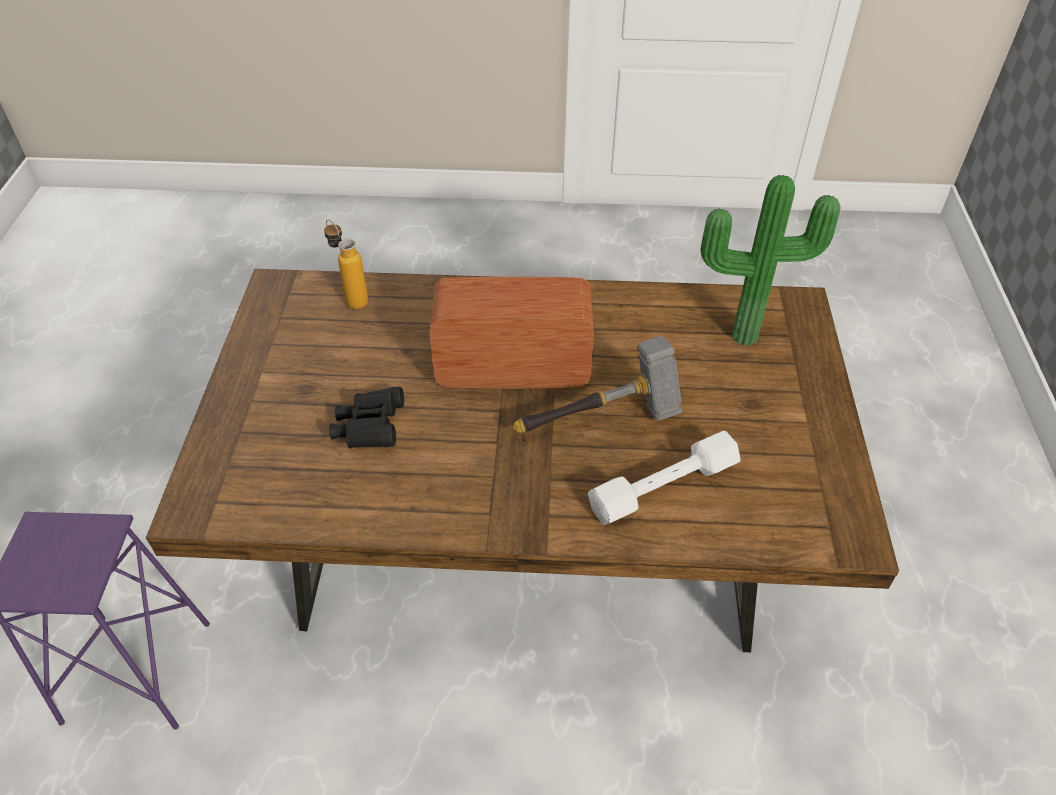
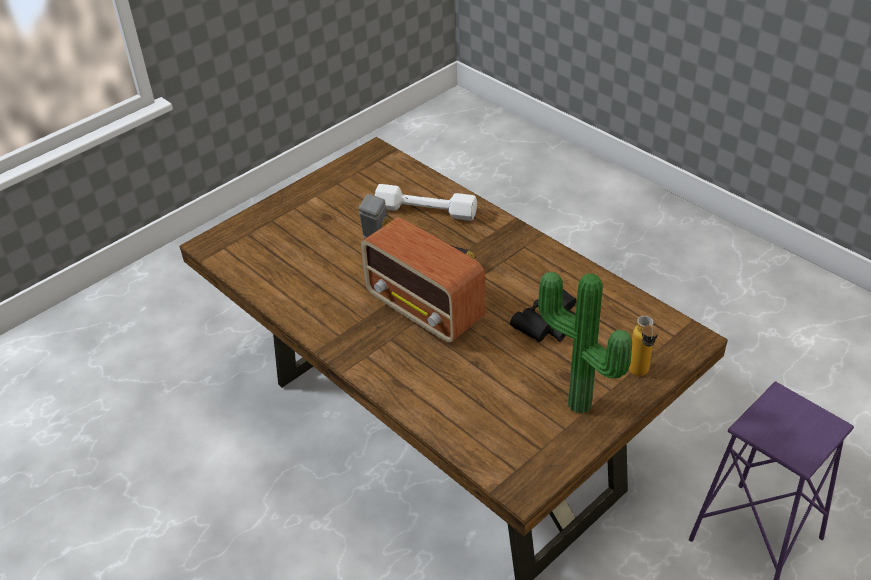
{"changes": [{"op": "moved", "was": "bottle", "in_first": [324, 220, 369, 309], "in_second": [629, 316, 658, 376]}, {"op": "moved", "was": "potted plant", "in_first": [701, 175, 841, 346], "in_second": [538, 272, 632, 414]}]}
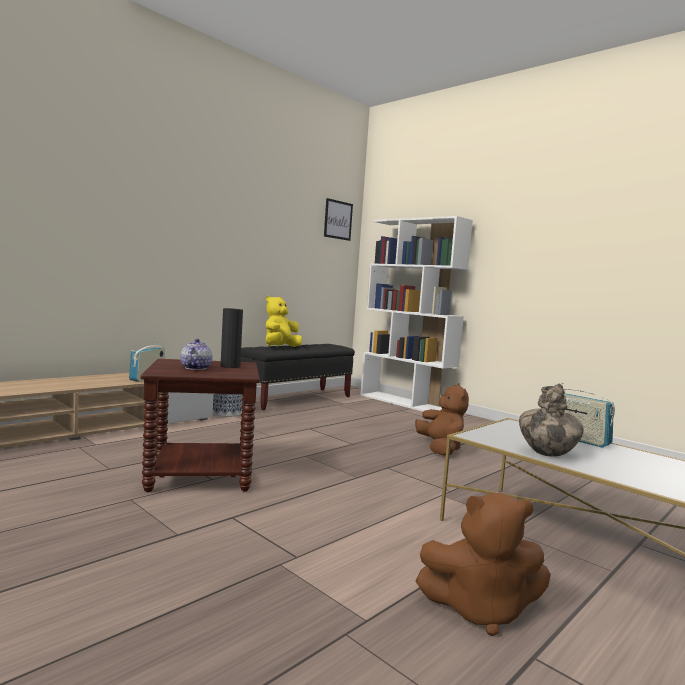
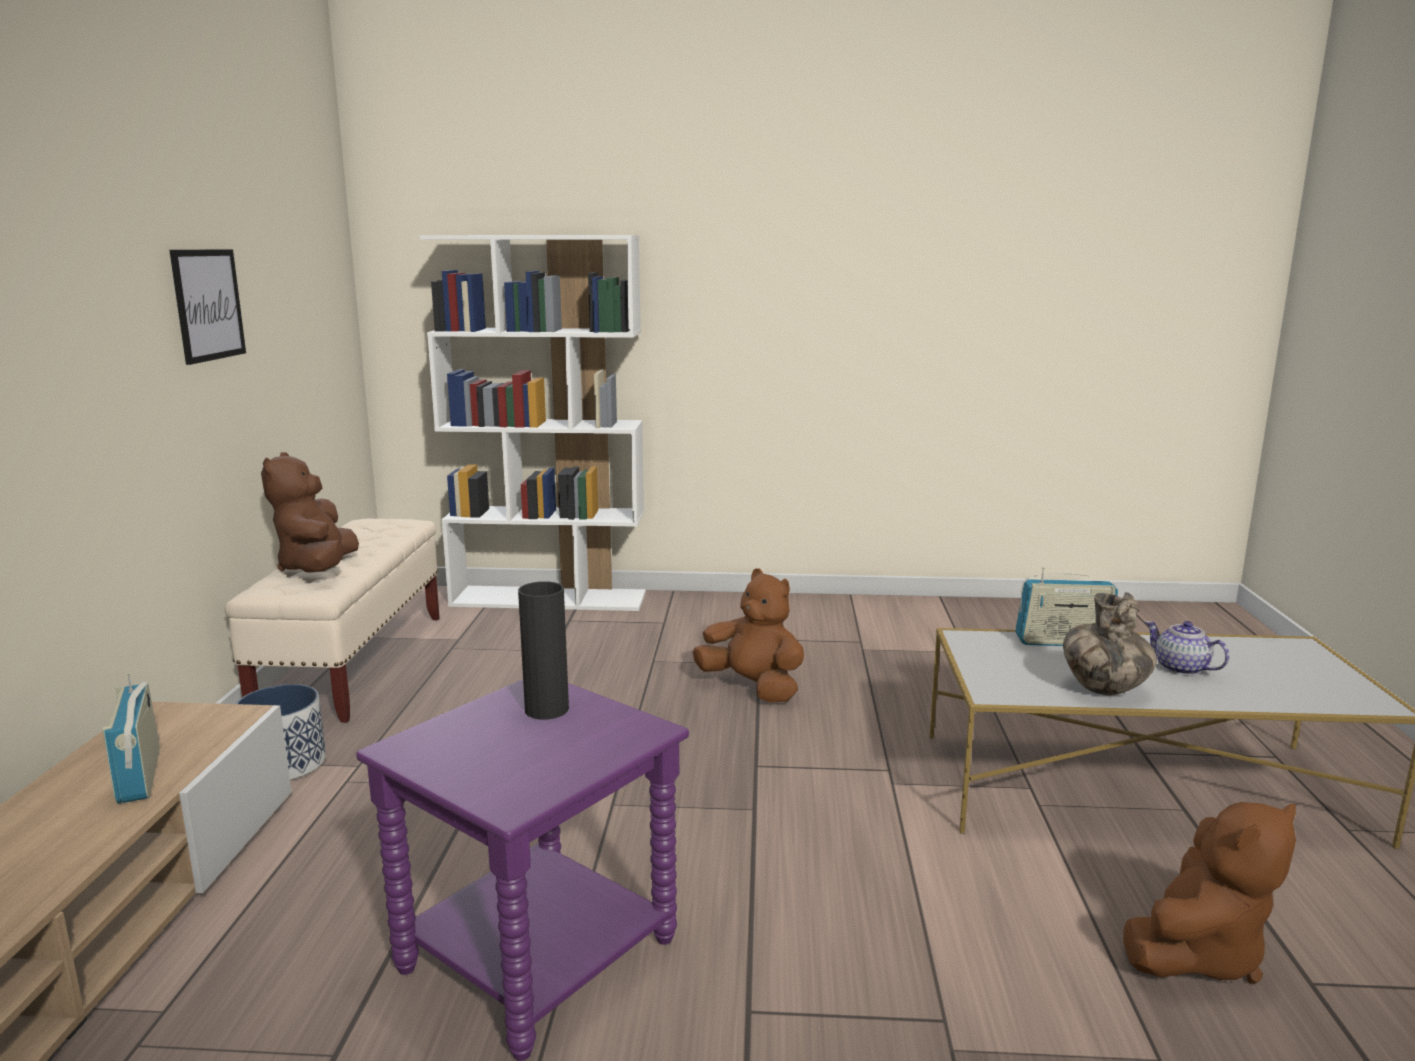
{"changes": [{"op": "moved", "was": "teapot", "in_first": [180, 339, 212, 370], "in_second": [1145, 621, 1230, 675]}, {"op": "moved", "was": "picture", "in_first": [324, 198, 353, 241], "in_second": [169, 249, 246, 365]}, {"op": "recoloured", "was": "brown side table", "now": "purple side table", "in_first": [141, 359, 260, 492], "in_second": [356, 679, 689, 1061]}, {"op": "recoloured", "was": "black bench", "now": "beige bench", "in_first": [241, 344, 355, 410], "in_second": [225, 519, 440, 723]}, {"op": "recoloured", "was": "yellow plush toy", "now": "brown plush toy", "in_first": [265, 296, 302, 347], "in_second": [261, 452, 359, 573]}]}
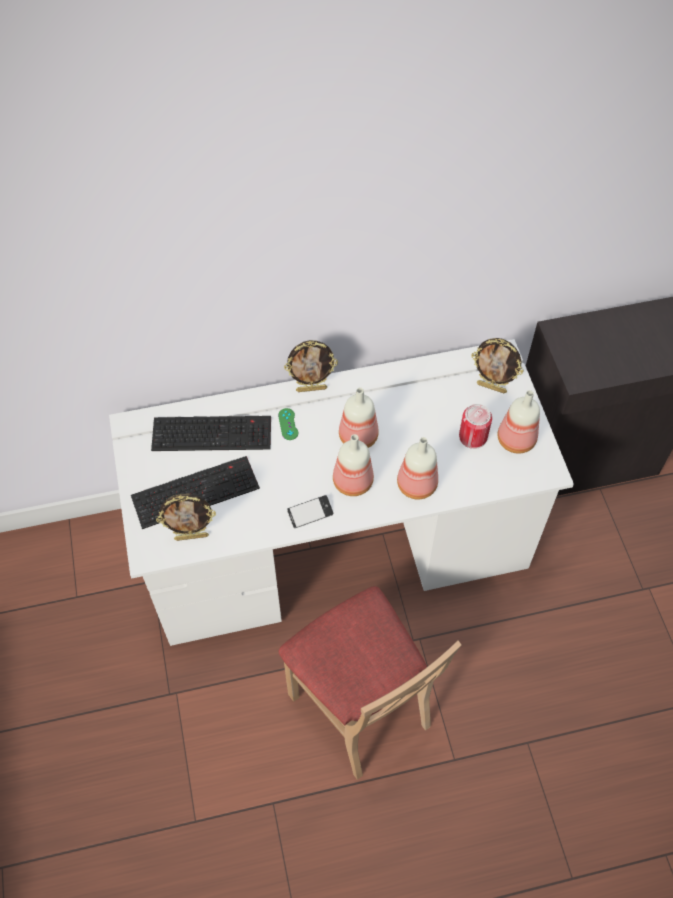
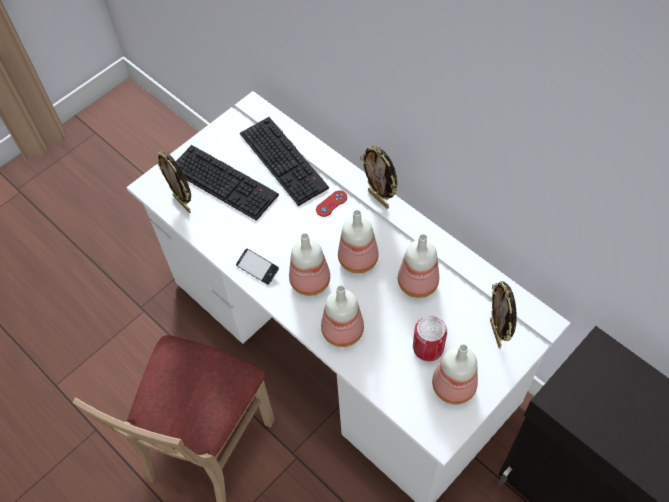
{"changes": [{"op": "added", "now": "bottle", "in_second": [398, 234, 439, 298]}, {"op": "recoloured", "was": "green game controller", "now": "red game controller", "in_first": [278, 408, 298, 440], "in_second": [316, 190, 347, 217]}]}
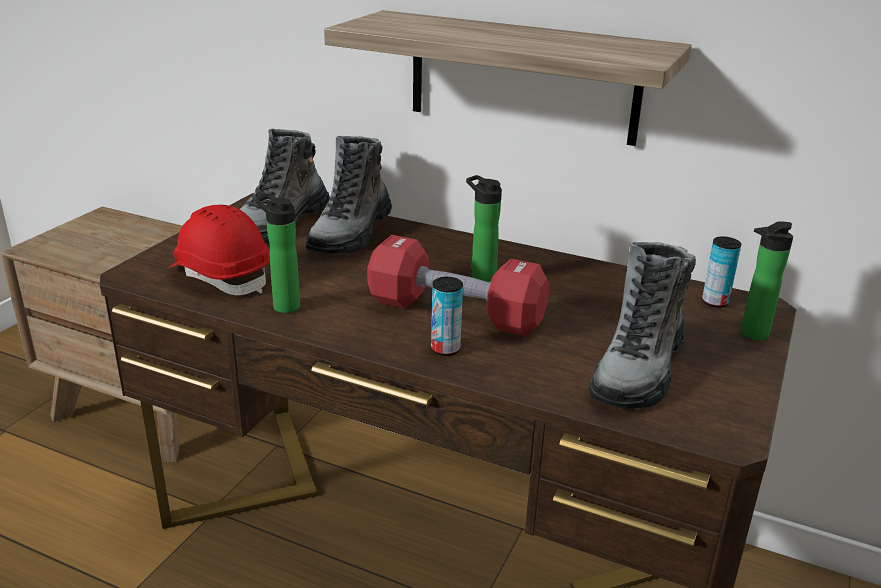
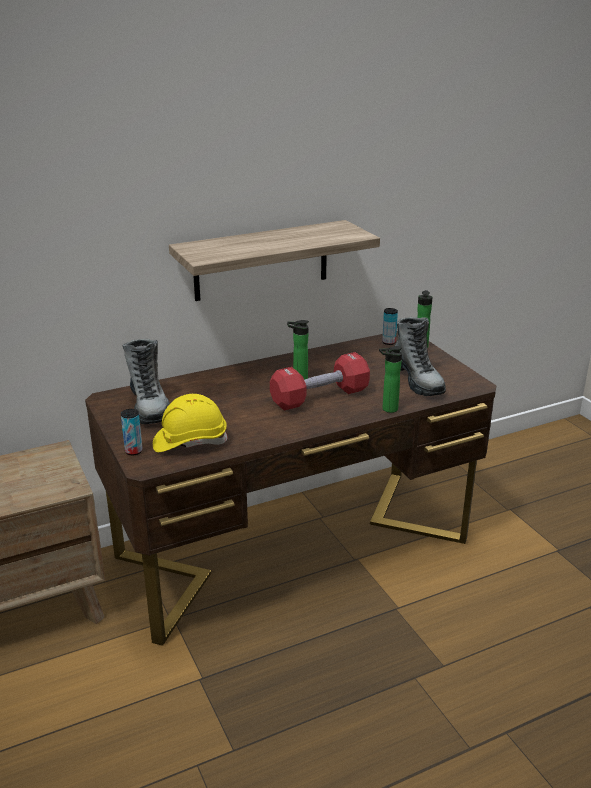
{"changes": [{"op": "removed", "was": "boot", "in_first": [306, 136, 392, 254]}, {"op": "moved", "was": "bottle", "in_first": [255, 194, 300, 313], "in_second": [379, 346, 402, 413]}, {"op": "moved", "was": "can", "in_first": [431, 277, 463, 356], "in_second": [121, 409, 143, 455]}, {"op": "recoloured", "was": "red hard hat", "now": "yellow hard hat", "in_first": [169, 205, 270, 295], "in_second": [153, 394, 228, 452]}]}
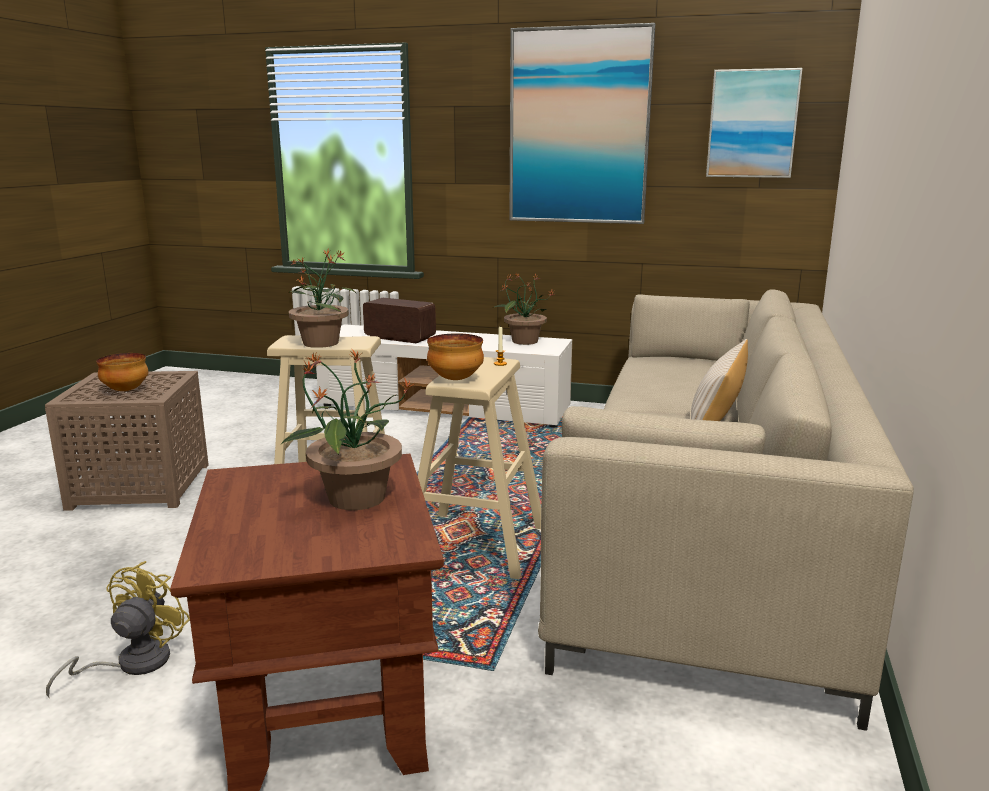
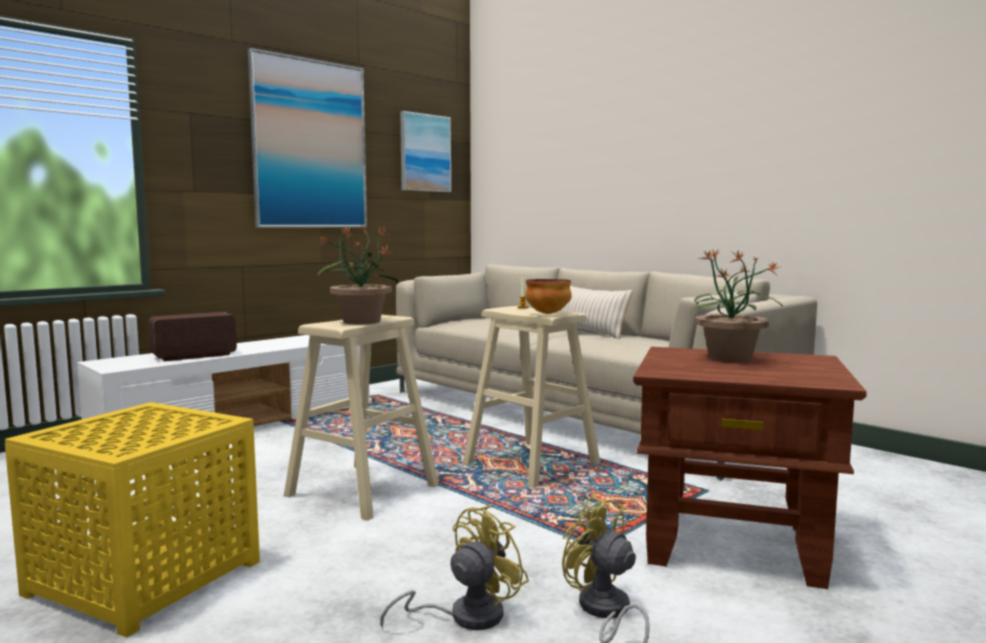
{"changes": [{"op": "removed", "was": "bowl", "in_first": [96, 353, 148, 391]}, {"op": "removed", "was": "potted plant", "in_first": [493, 272, 554, 345]}, {"op": "added", "now": "yellow fan", "in_second": [380, 505, 529, 630]}, {"op": "recoloured", "was": "brown side table", "now": "yellow side table", "in_first": [45, 371, 209, 511], "in_second": [5, 402, 260, 638]}]}
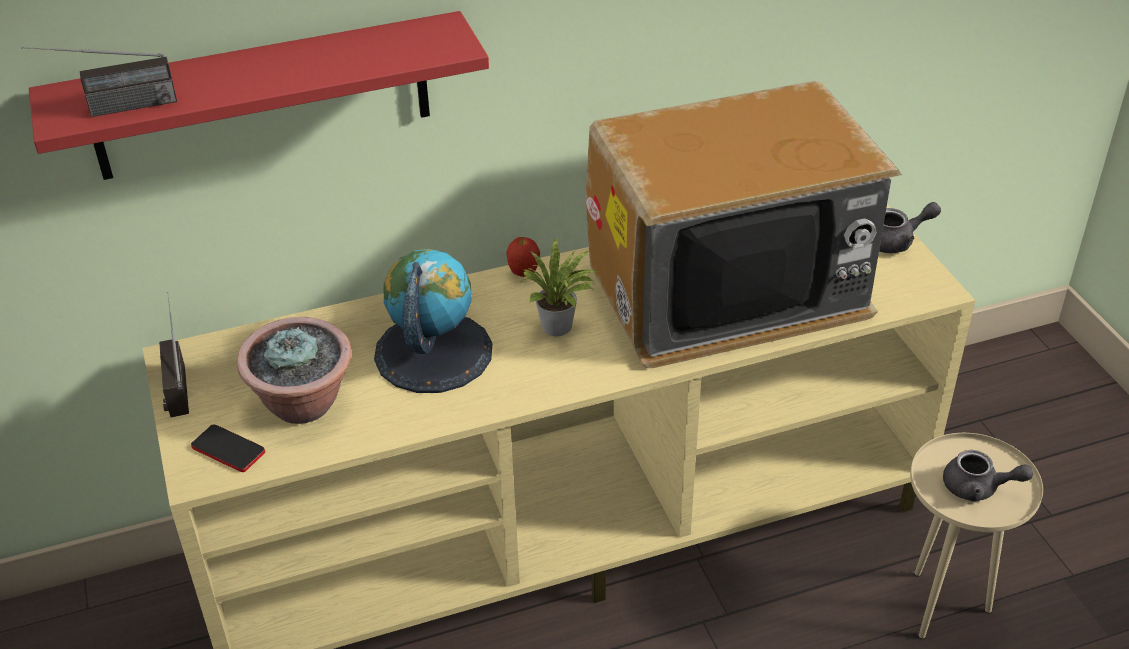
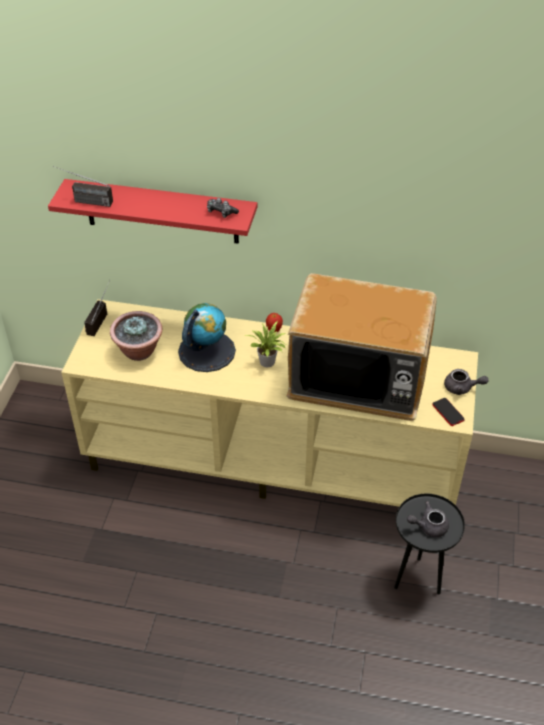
{"changes": [{"op": "added", "now": "game controller", "in_second": [207, 198, 239, 218]}, {"op": "moved", "was": "phone", "in_first": [191, 424, 265, 472], "in_second": [432, 398, 465, 426]}, {"op": "recoloured", "was": "beige side table", "now": "black side table", "in_first": [910, 433, 1043, 639], "in_second": [394, 494, 465, 595]}, {"op": "turned", "was": "grey teapot", "in_first": [943, 450, 1033, 502], "in_second": [407, 501, 449, 537], "clockwise": 120}]}
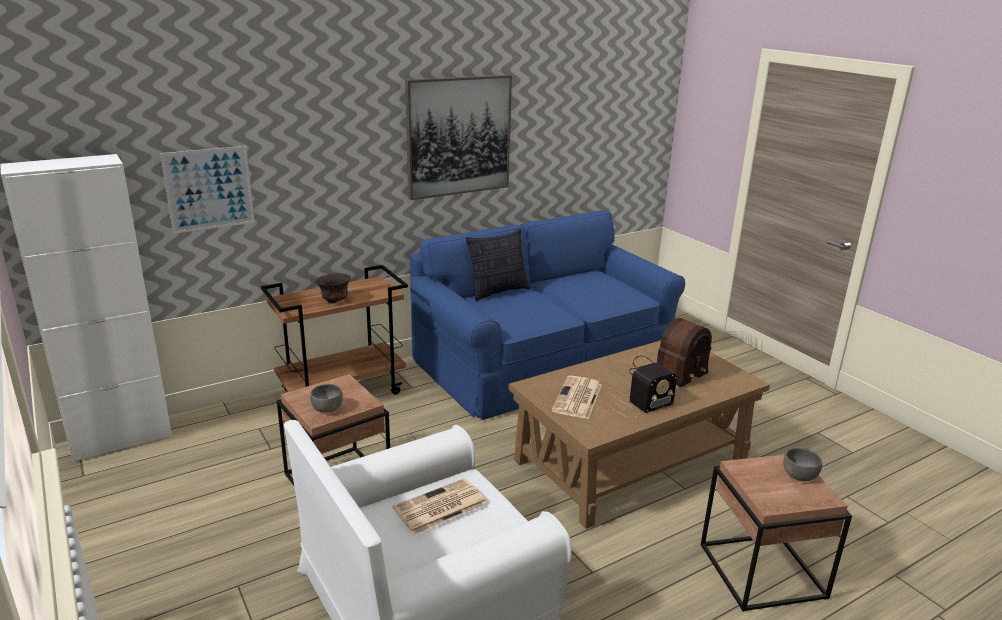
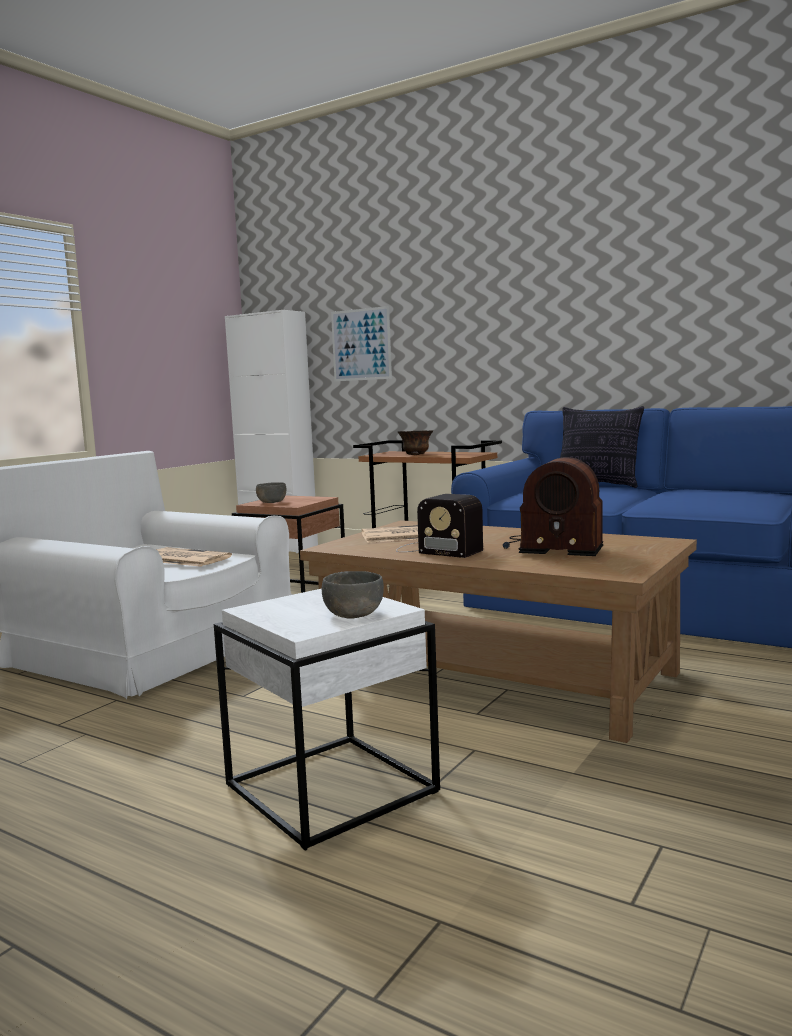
{"changes": [{"op": "removed", "was": "picture", "in_first": [405, 75, 512, 200]}, {"op": "recoloured", "was": "brown side table", "now": "white side table", "in_first": [701, 454, 852, 611], "in_second": [214, 589, 440, 851]}]}
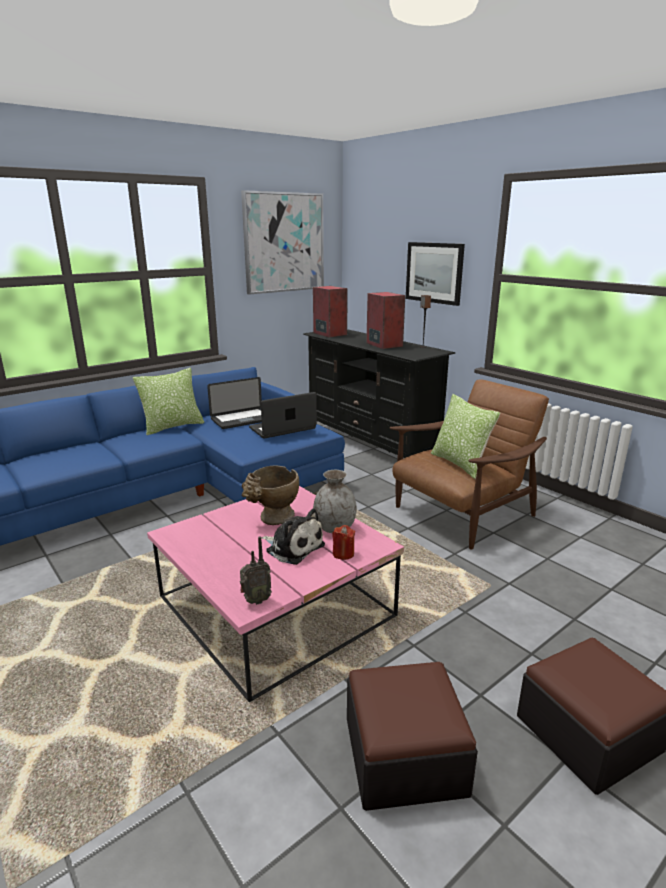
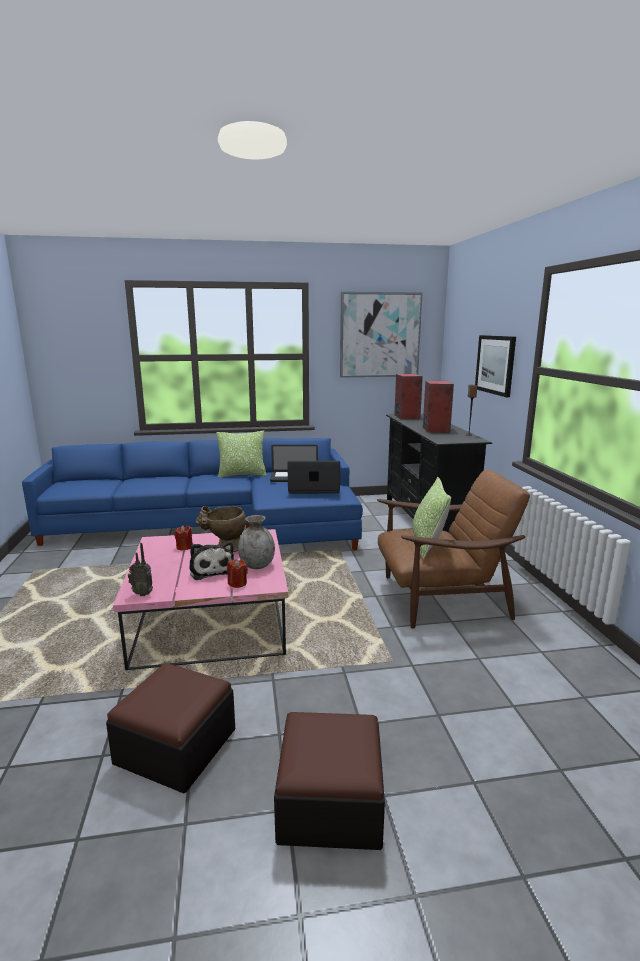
{"changes": [{"op": "added", "now": "red candle", "in_second": [175, 526, 193, 551]}]}
